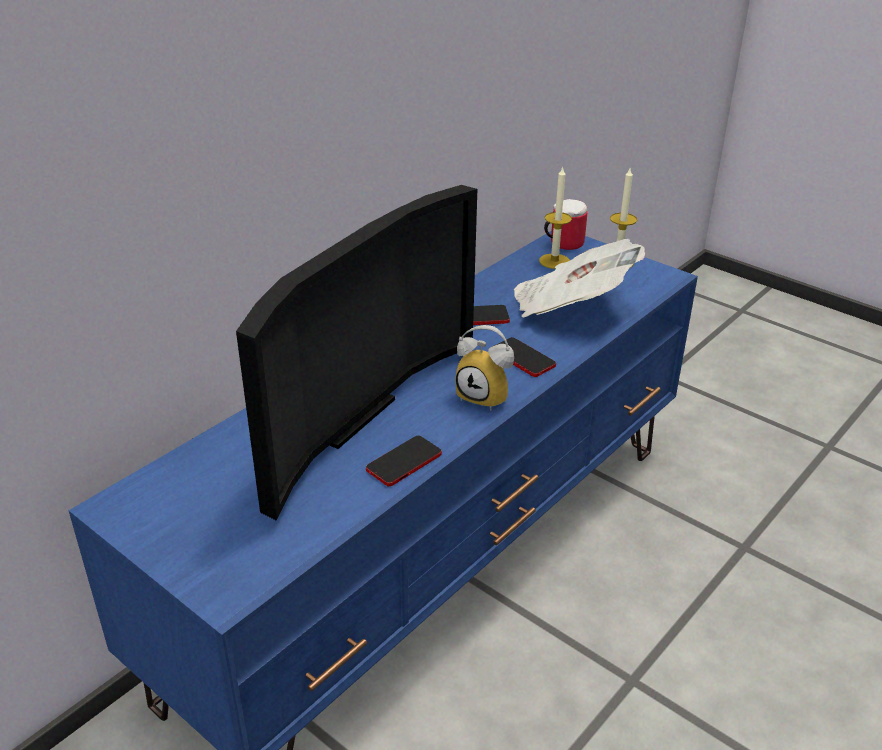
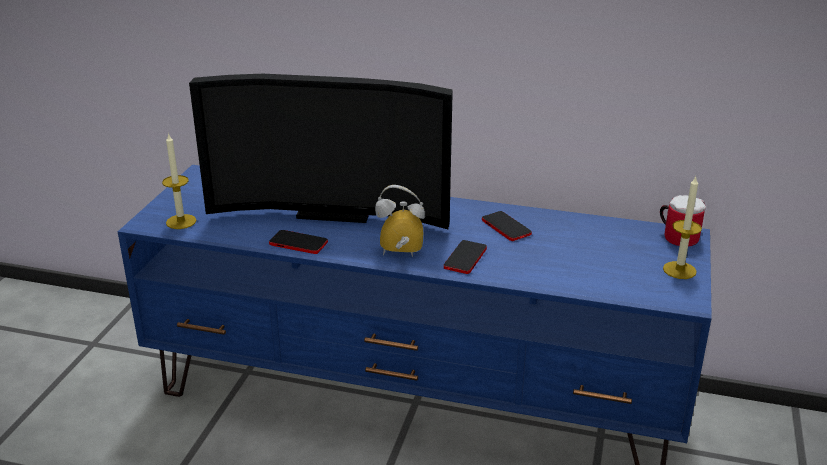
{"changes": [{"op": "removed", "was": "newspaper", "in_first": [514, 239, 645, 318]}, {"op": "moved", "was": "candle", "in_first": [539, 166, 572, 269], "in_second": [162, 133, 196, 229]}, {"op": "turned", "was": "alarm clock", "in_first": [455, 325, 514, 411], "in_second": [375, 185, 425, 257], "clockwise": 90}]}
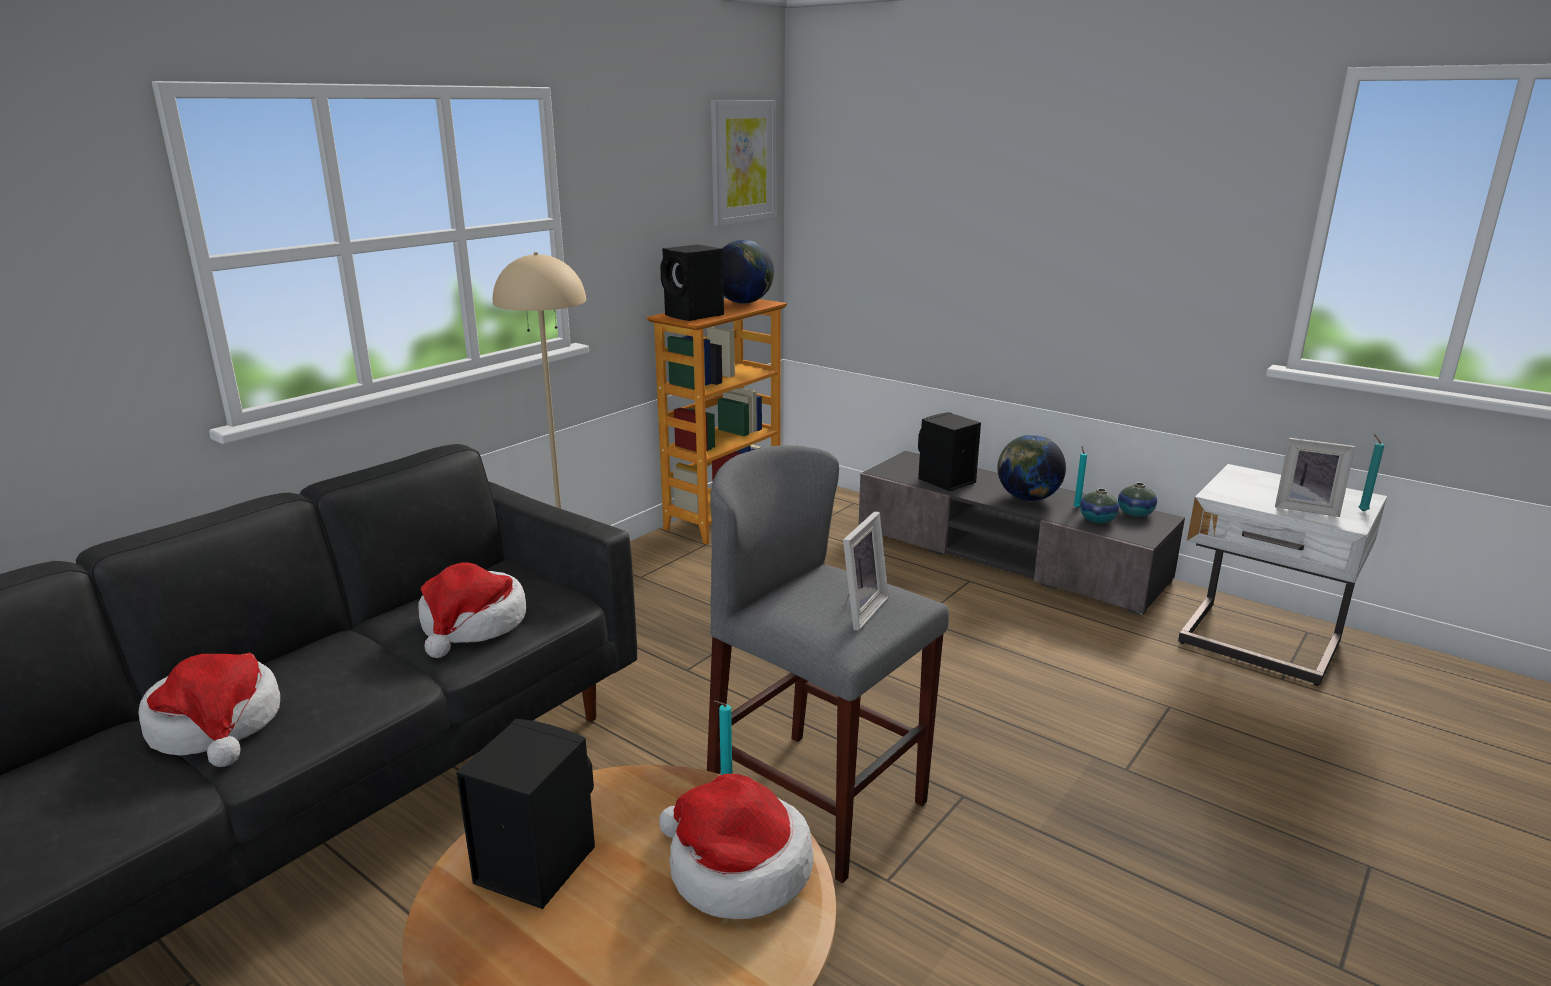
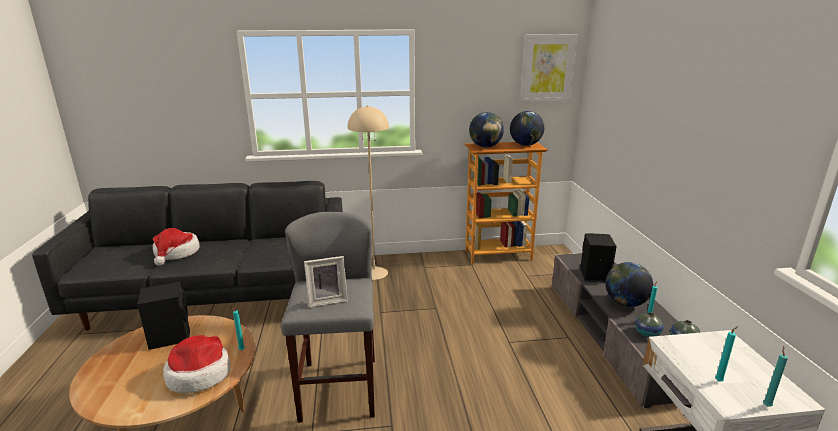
{"changes": [{"op": "removed", "was": "hat", "in_first": [418, 562, 526, 658]}, {"op": "replaced", "was": "black speaker", "now": "globe", "in_first": [660, 245, 724, 321], "in_second": [469, 112, 504, 148]}, {"op": "replaced", "was": "picture frame", "now": "turquoise candle", "in_first": [1275, 438, 1355, 517], "in_second": [715, 326, 738, 381]}]}
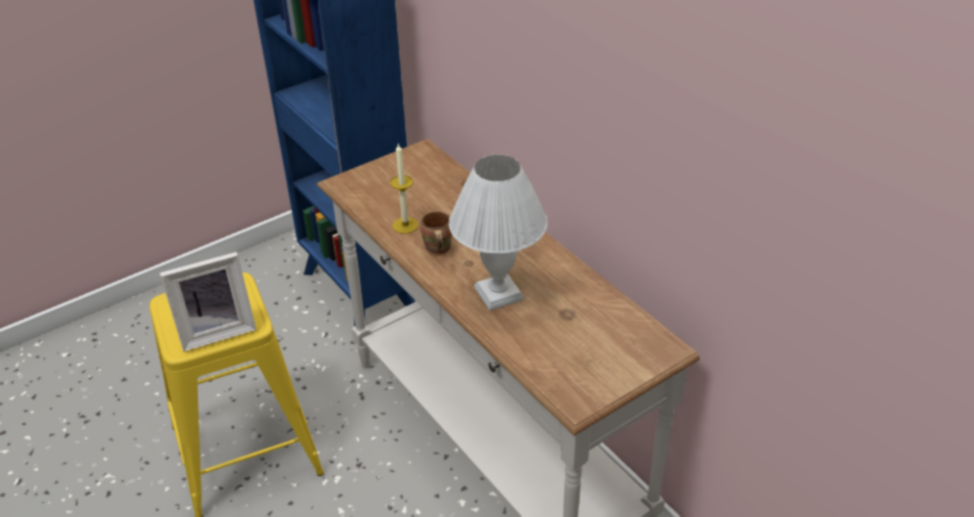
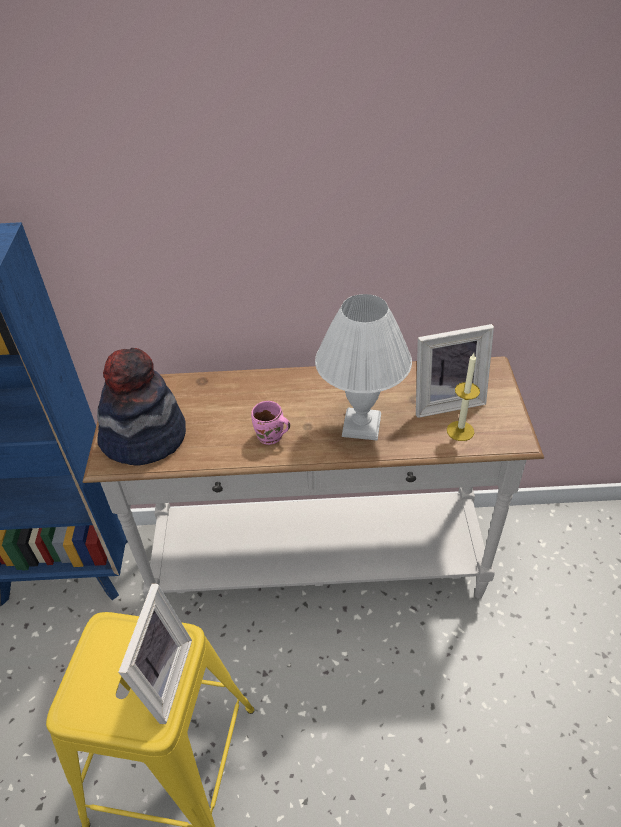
{"changes": [{"op": "added", "now": "hat", "in_second": [97, 348, 186, 466]}, {"op": "added", "now": "picture frame", "in_second": [416, 324, 494, 418]}, {"op": "moved", "was": "candle", "in_first": [390, 144, 419, 234], "in_second": [447, 353, 480, 441]}, {"op": "recoloured", "was": "brown mug", "now": "pink mug", "in_first": [420, 211, 452, 255], "in_second": [251, 401, 290, 445]}]}
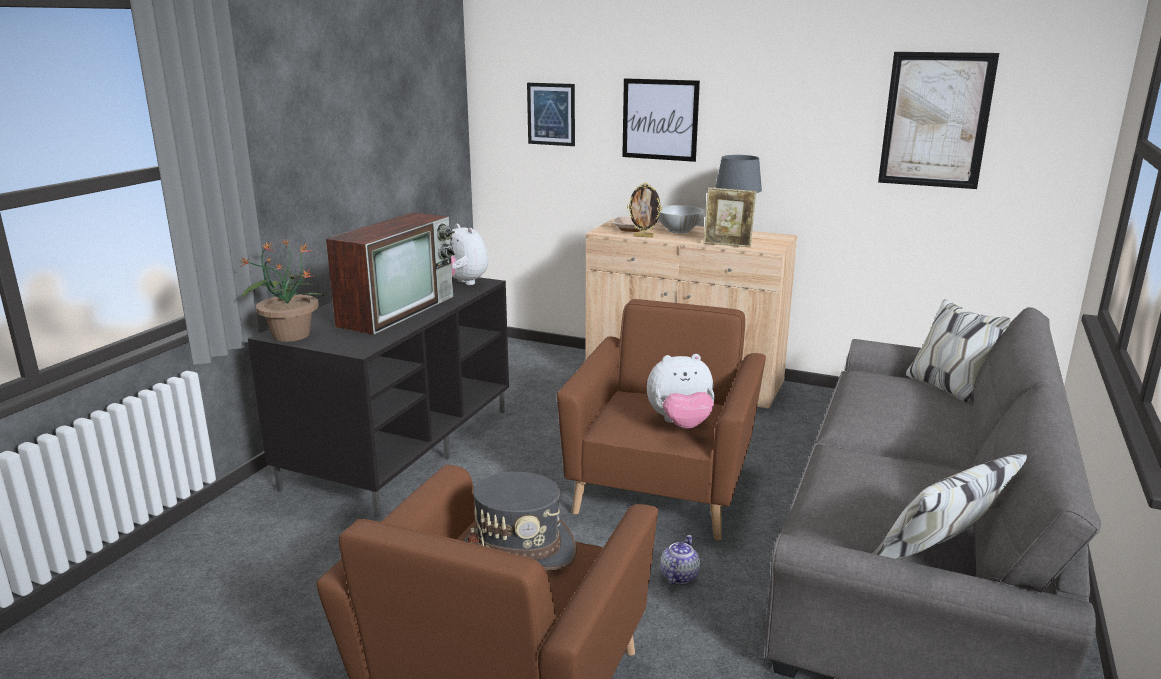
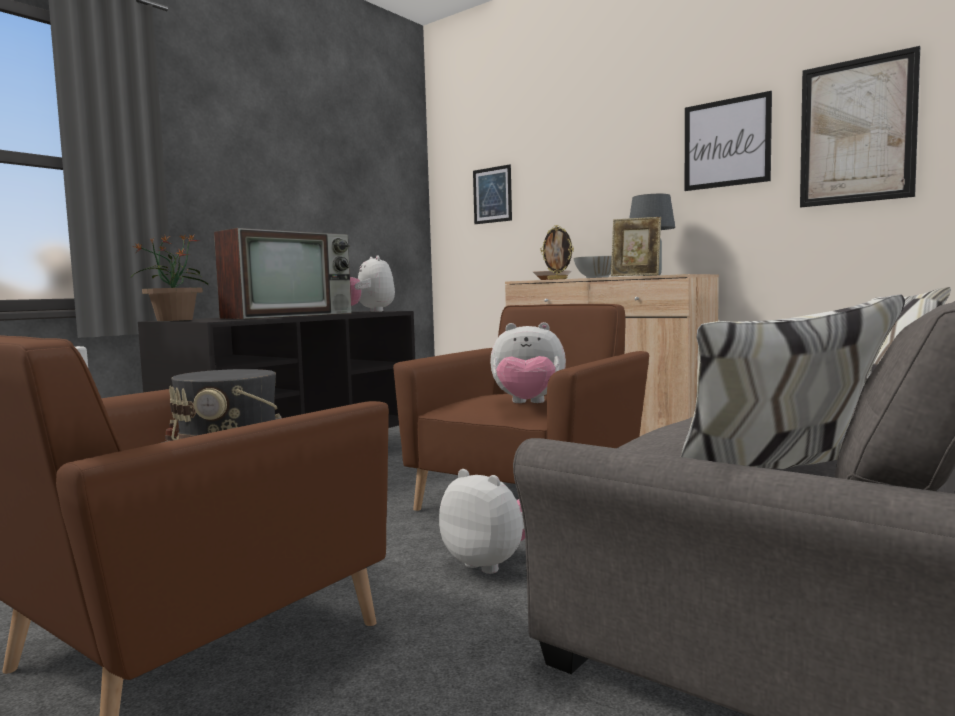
{"changes": [{"op": "moved", "was": "picture", "in_first": [622, 78, 700, 162], "in_second": [685, 91, 772, 191]}, {"op": "replaced", "was": "teapot", "now": "plush toy", "in_first": [660, 535, 700, 584], "in_second": [439, 469, 525, 574]}]}
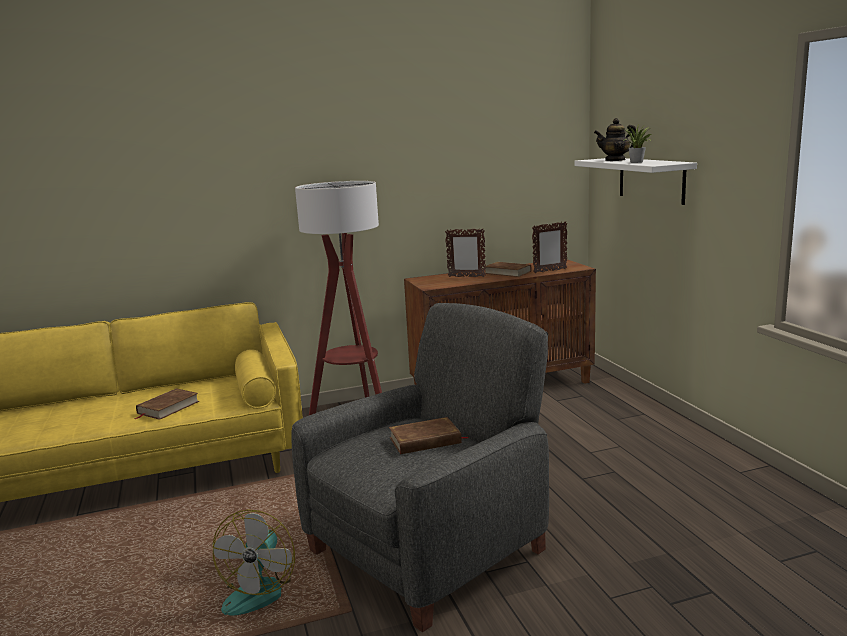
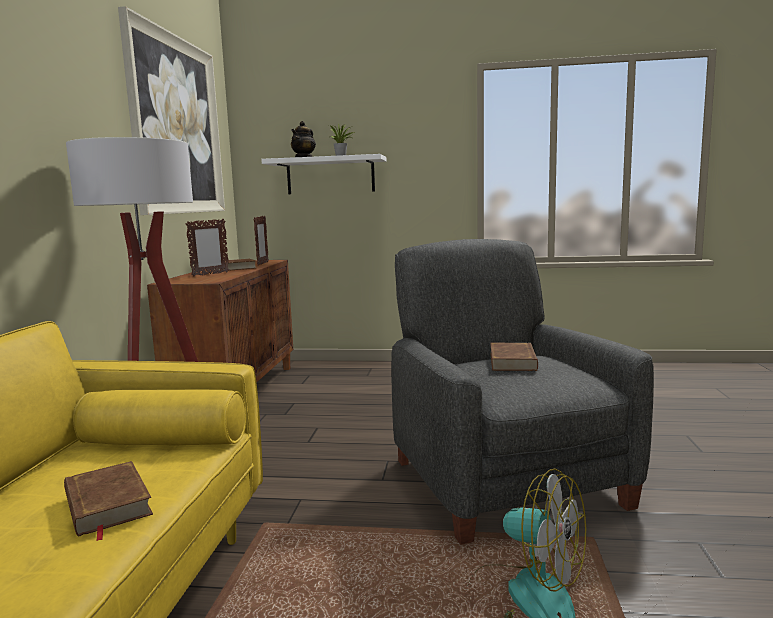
{"changes": [{"op": "added", "now": "picture", "in_second": [118, 6, 225, 215]}]}
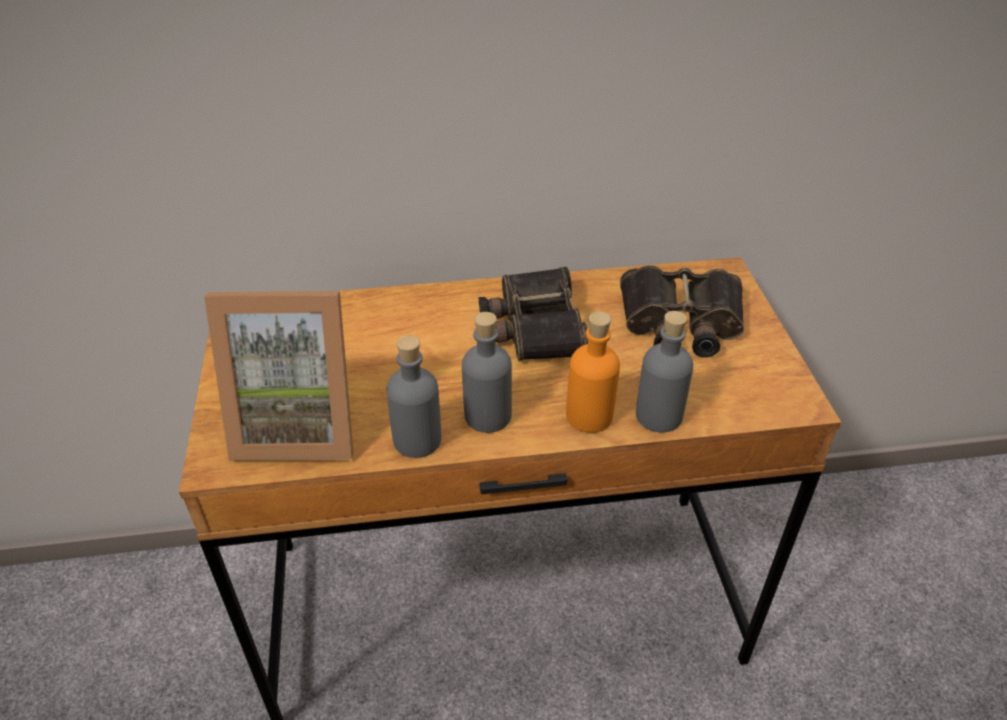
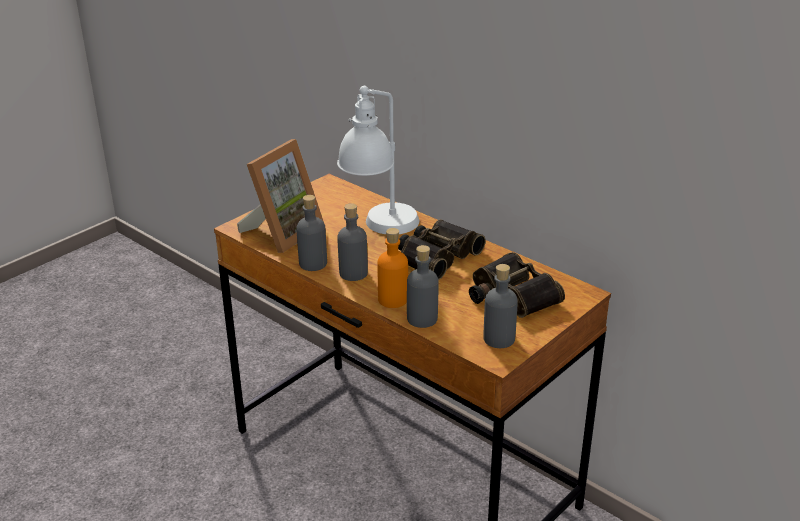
{"changes": [{"op": "added", "now": "white table lamp", "in_second": [337, 86, 419, 234]}, {"op": "added", "now": "grey bottle", "in_second": [484, 264, 518, 348]}, {"op": "turned", "was": "picture frame", "in_first": [204, 291, 353, 461], "in_second": [237, 139, 324, 253], "clockwise": -105}]}
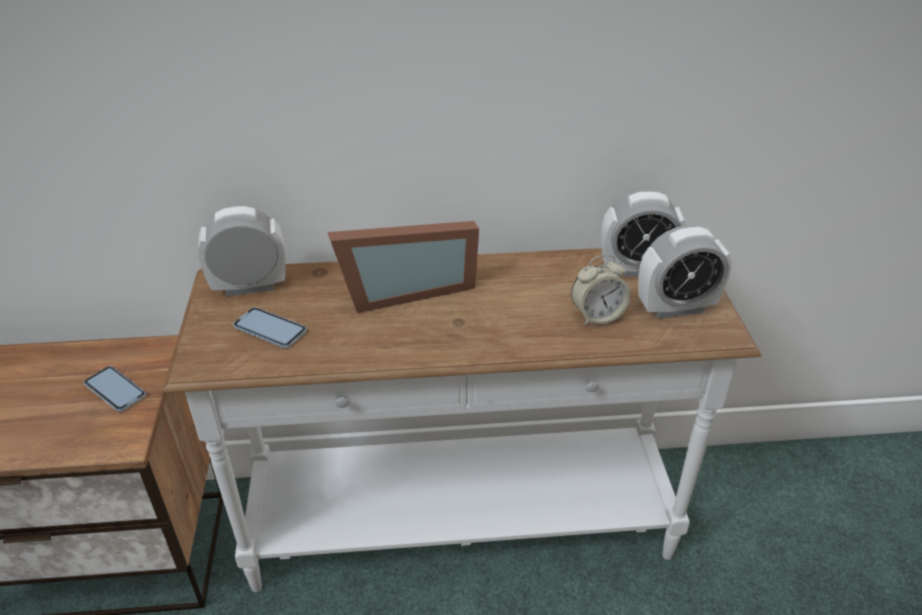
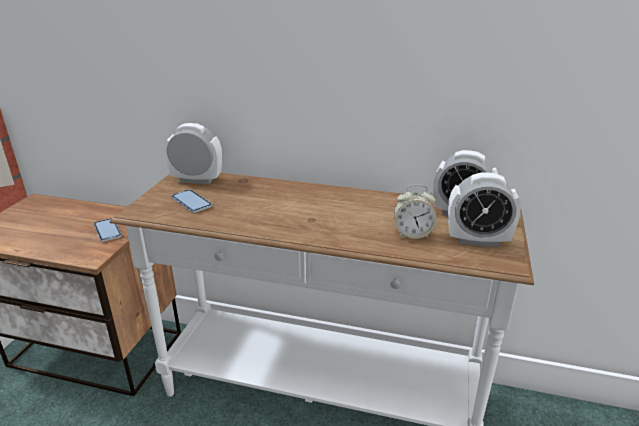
{"changes": [{"op": "removed", "was": "picture frame", "in_first": [327, 221, 479, 313]}]}
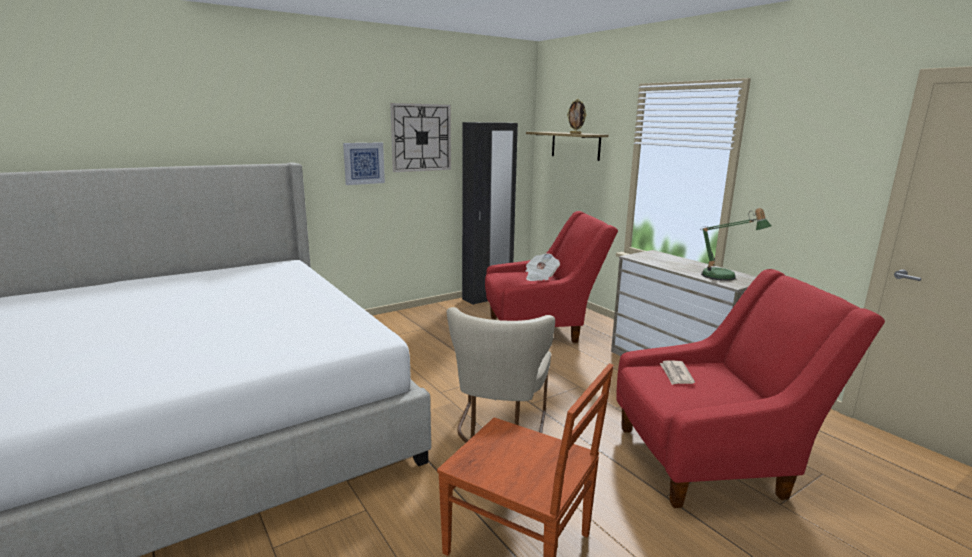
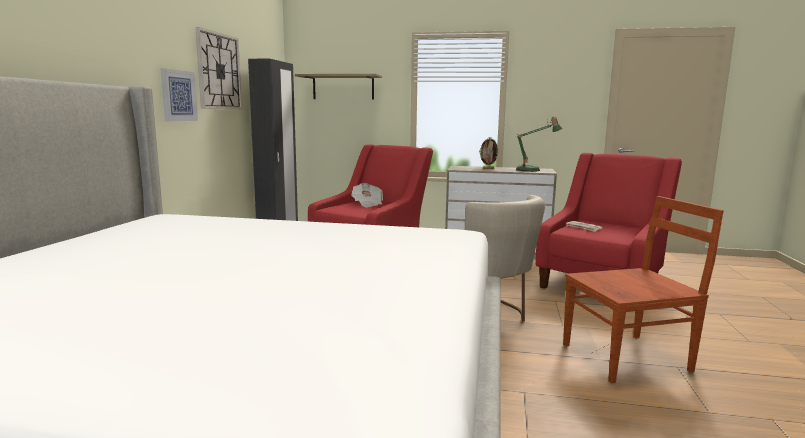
{"changes": [{"op": "moved", "was": "picture frame", "in_first": [567, 99, 586, 134], "in_second": [479, 137, 499, 169]}]}
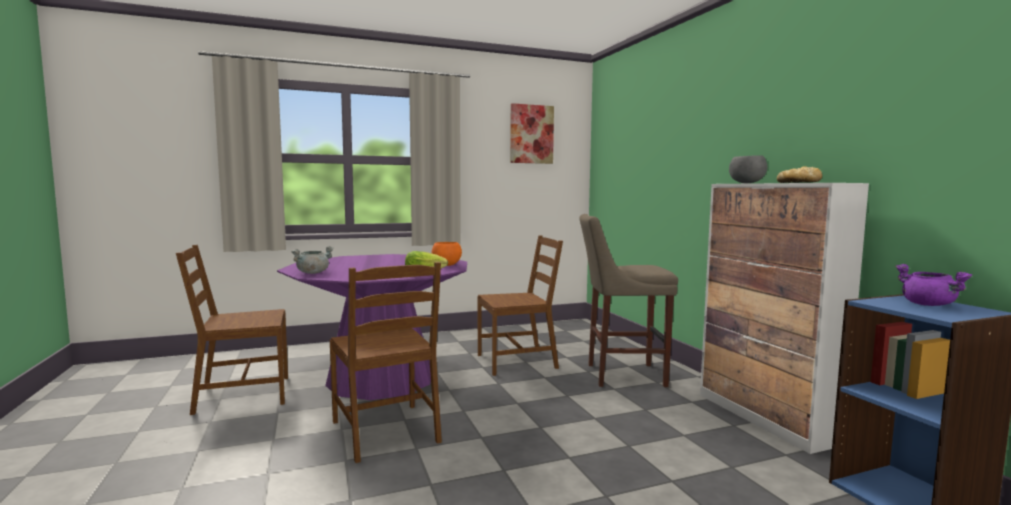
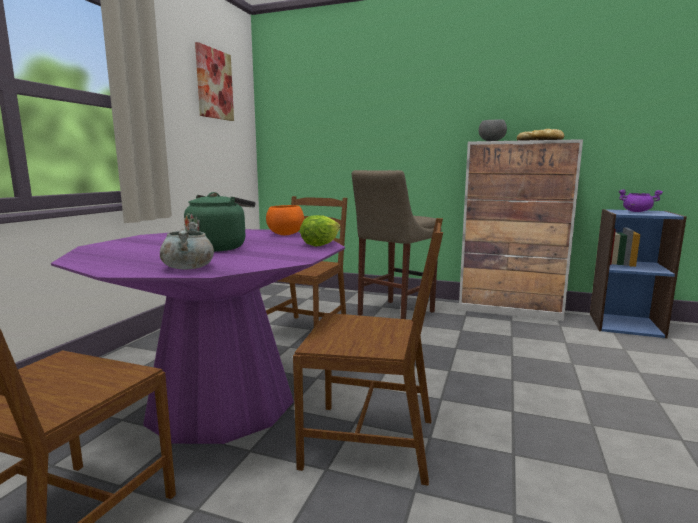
{"changes": [{"op": "added", "now": "green kettle", "in_second": [184, 192, 255, 252]}]}
